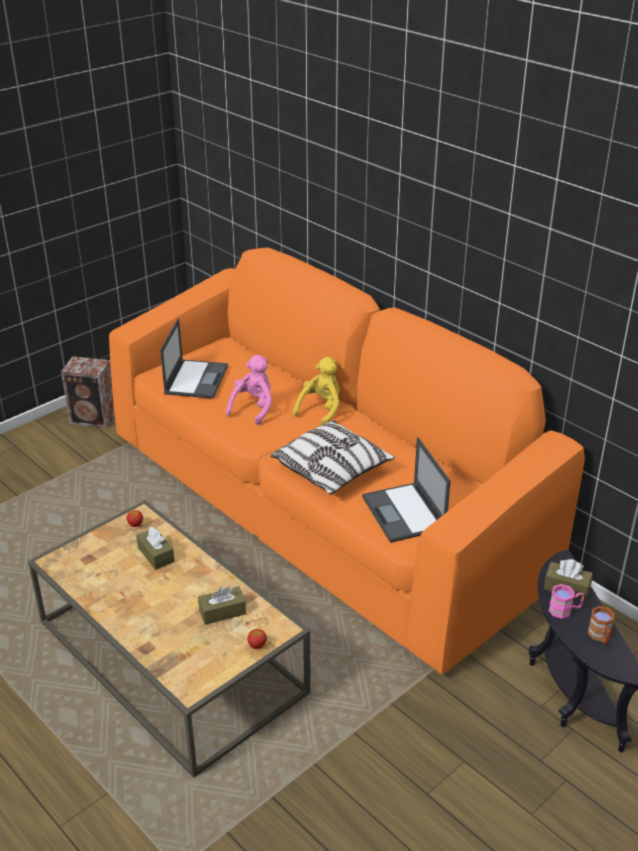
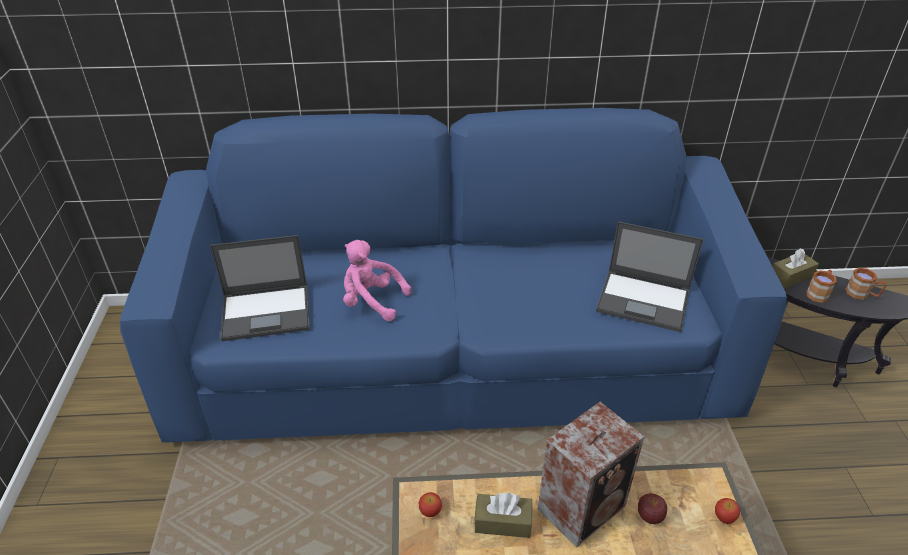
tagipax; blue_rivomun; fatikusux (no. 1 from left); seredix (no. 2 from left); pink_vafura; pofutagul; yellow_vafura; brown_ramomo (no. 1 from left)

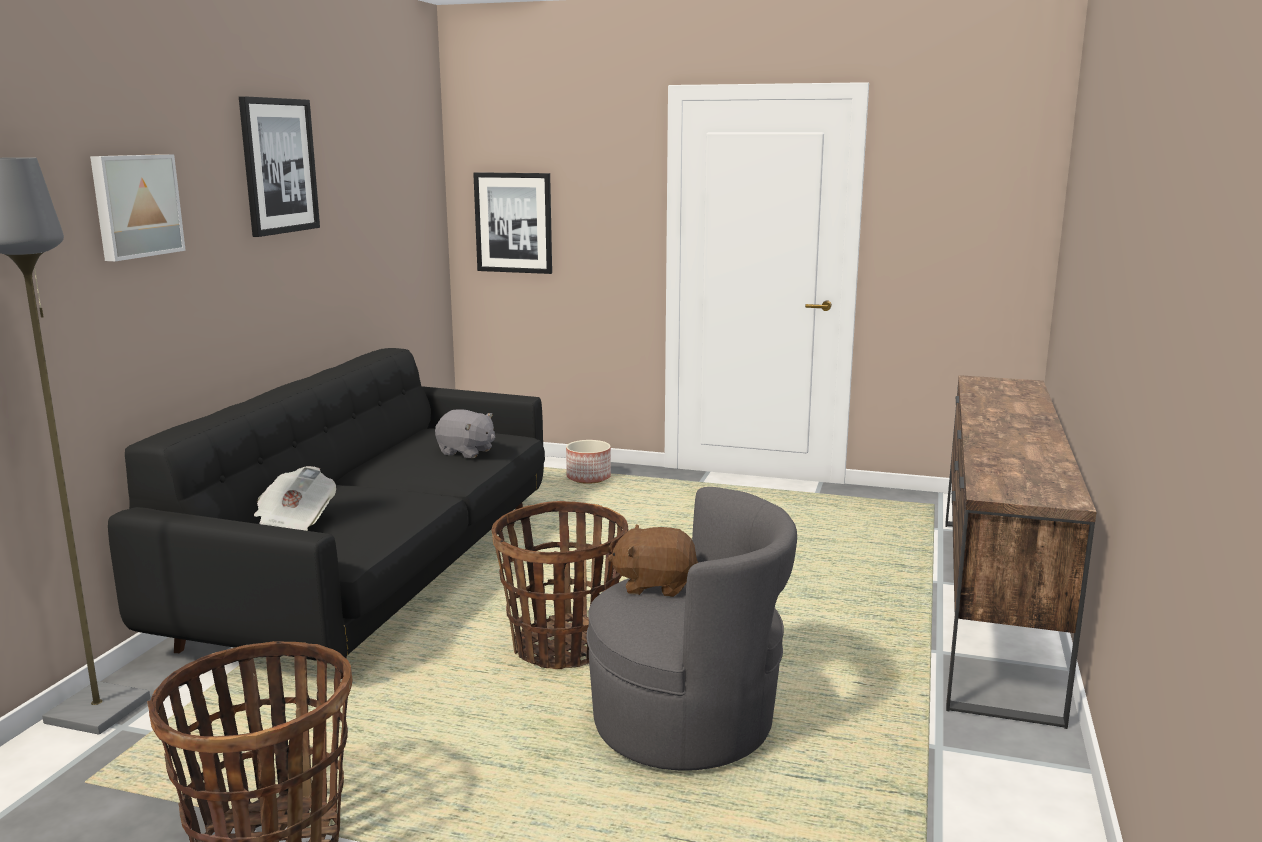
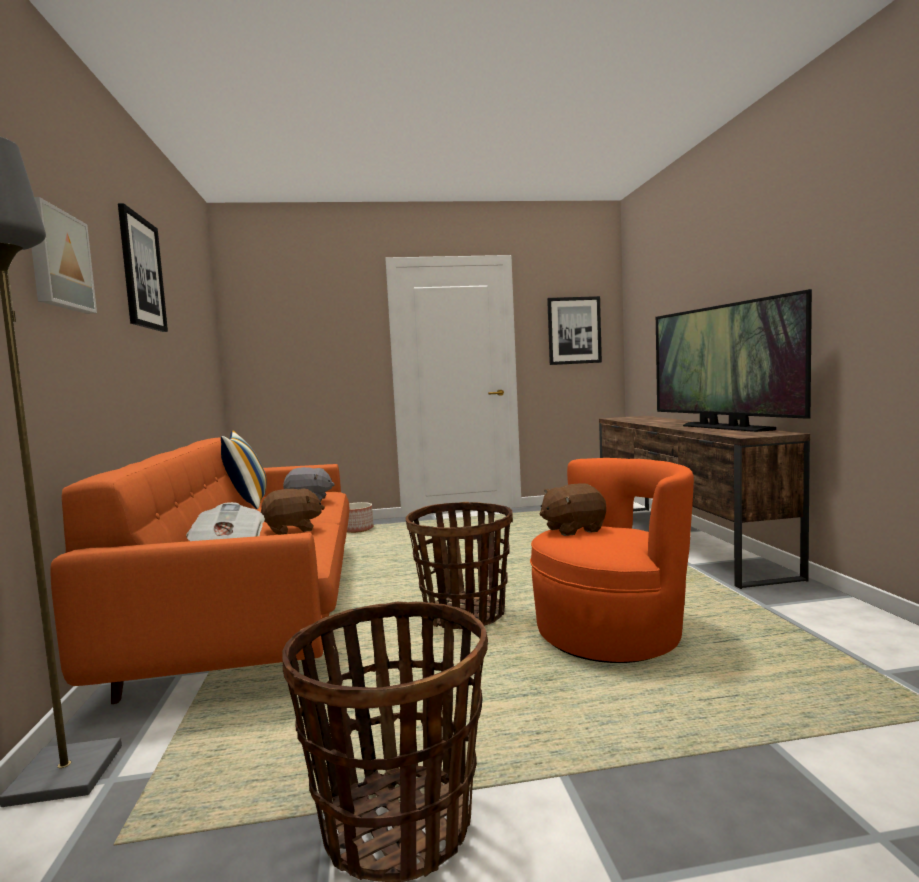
orange_rivomun; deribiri (no. 3 from left); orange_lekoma; pofutagul; brown_vafura (no. 1 from left); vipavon

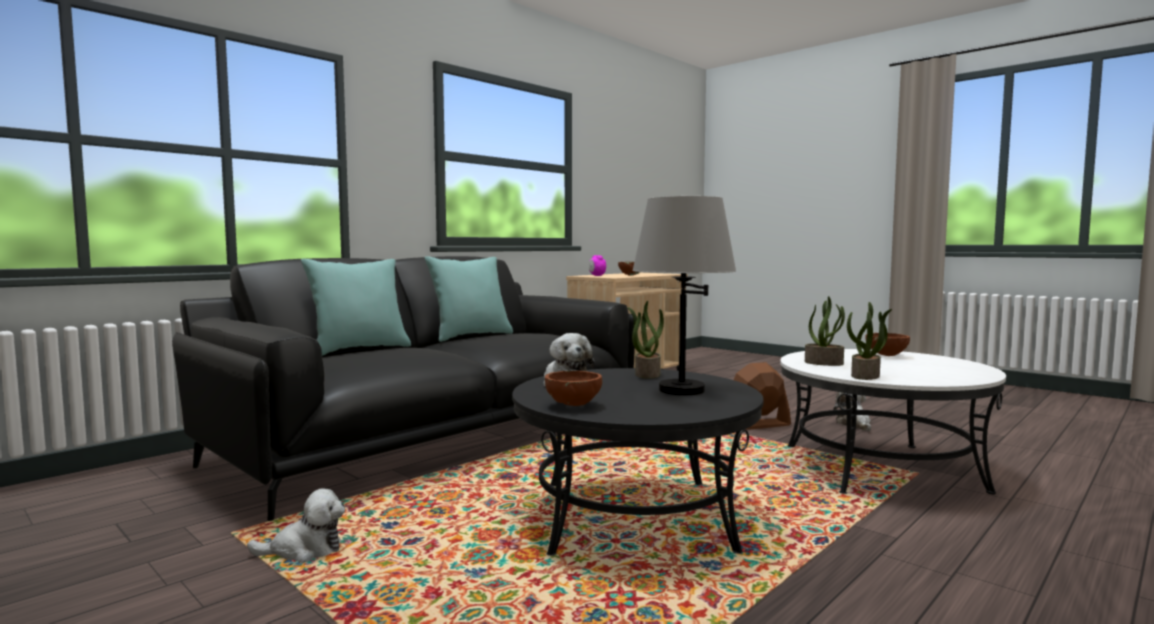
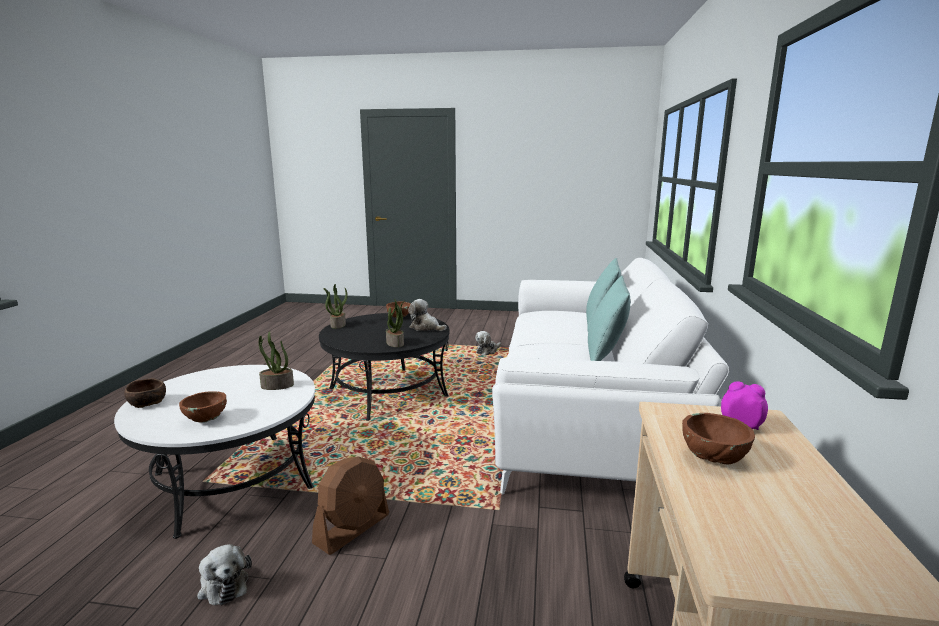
white_rivomun; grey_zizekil; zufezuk (no. 2 from left); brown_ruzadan (no. 1 from left)

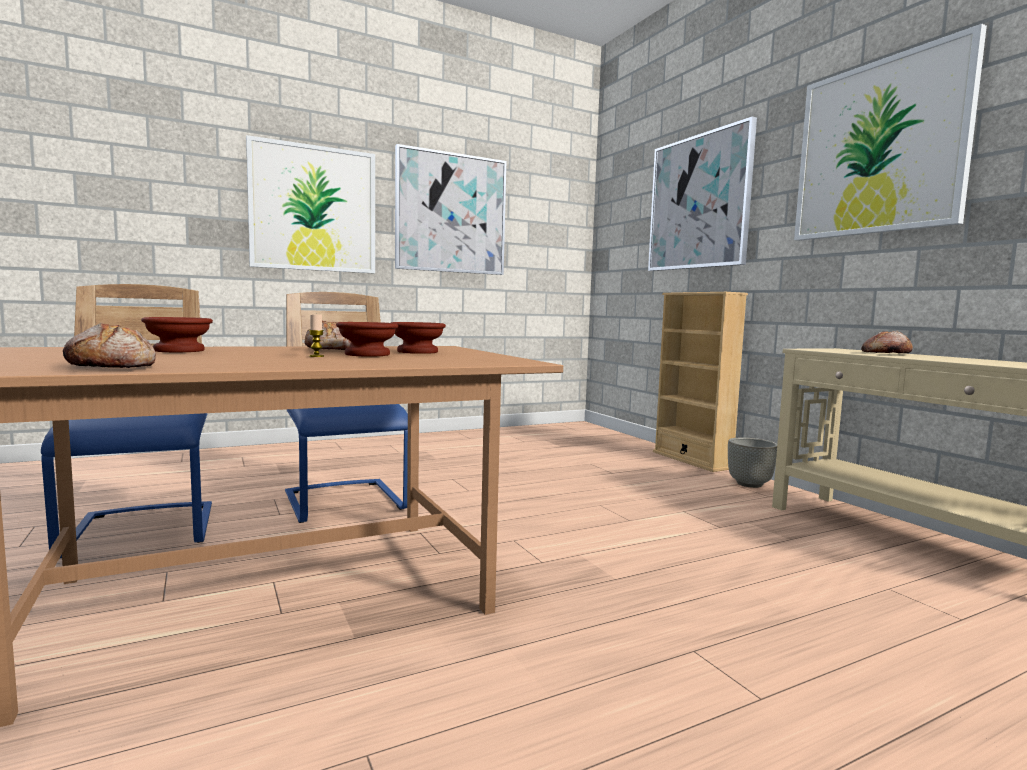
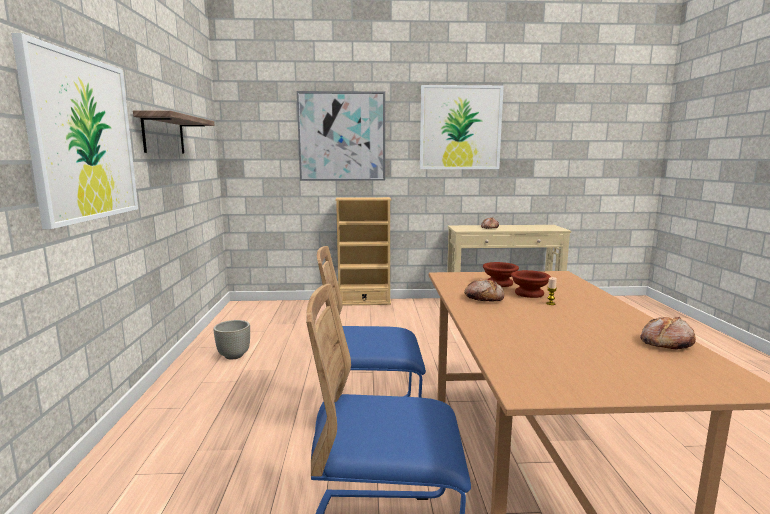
brown_ruzadan (no. 1 from left in the first image); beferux; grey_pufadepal

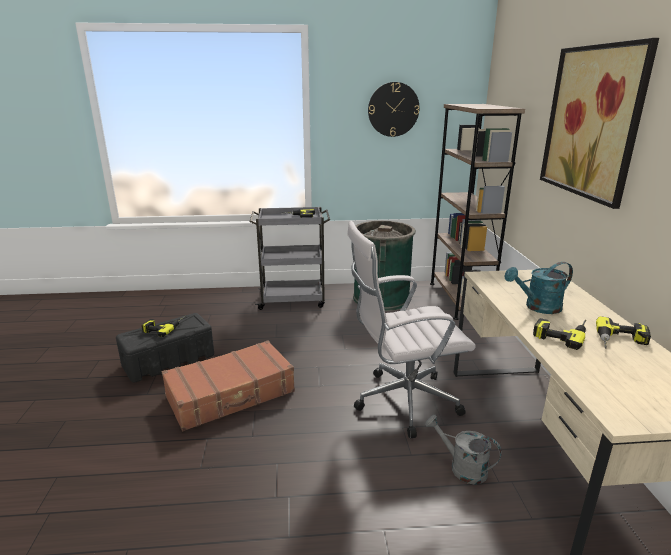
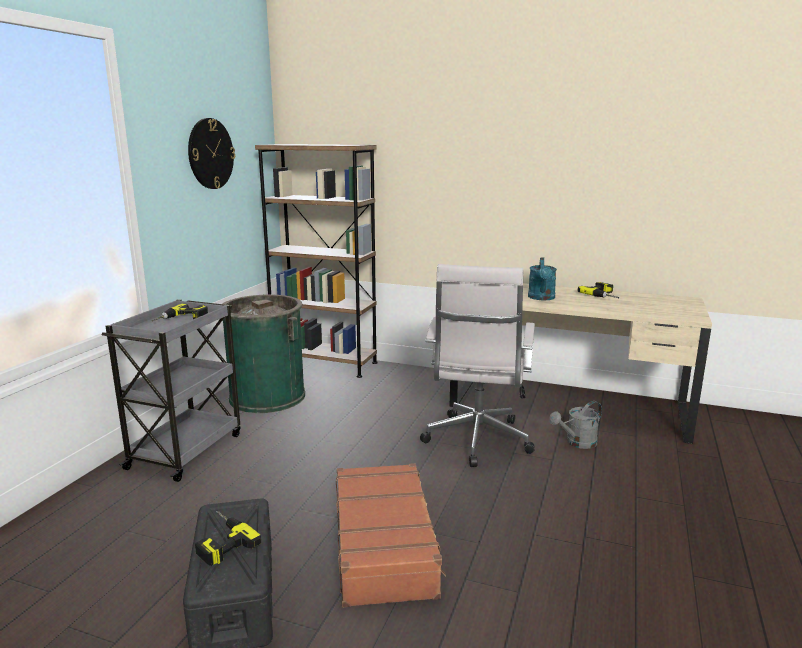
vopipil (no. 3 from left in the first image); deribiri

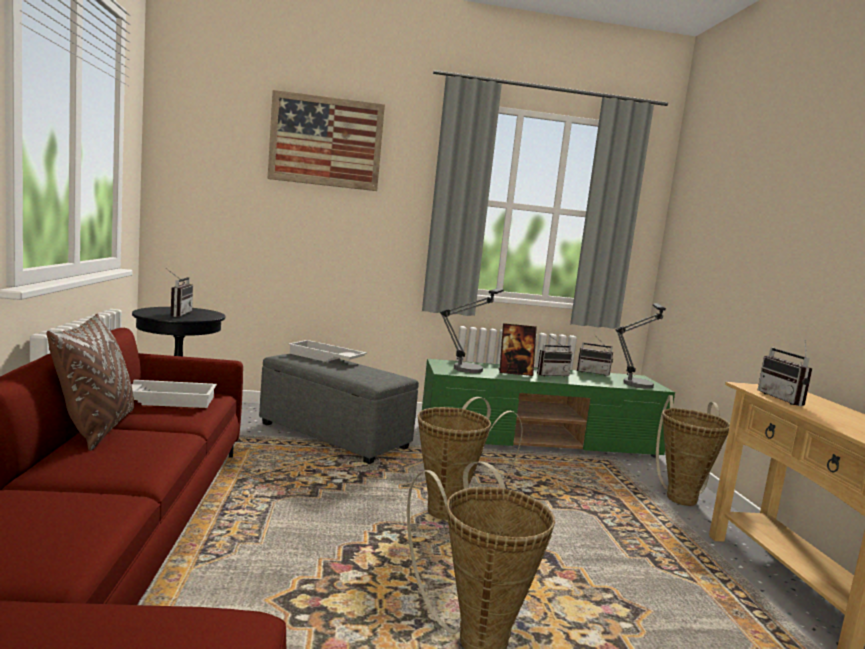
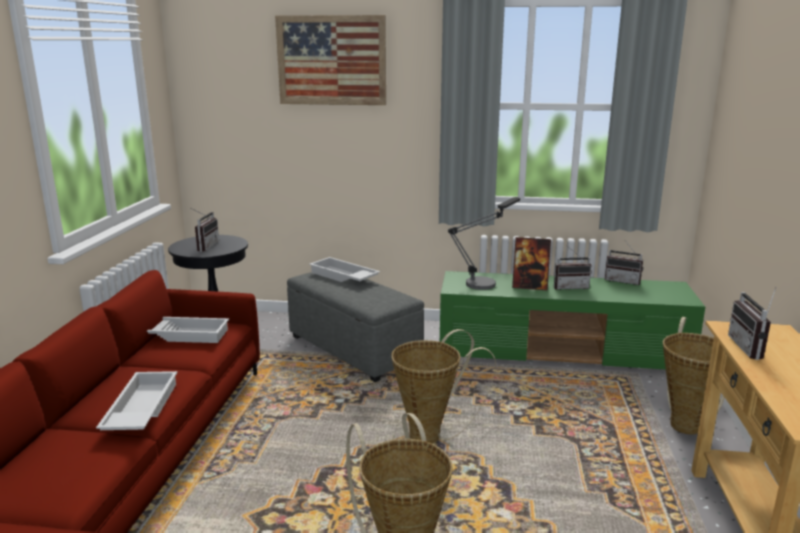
brown_pofutagul; zizekil (no. 2 from left in the first image); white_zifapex (no. 1 from left)

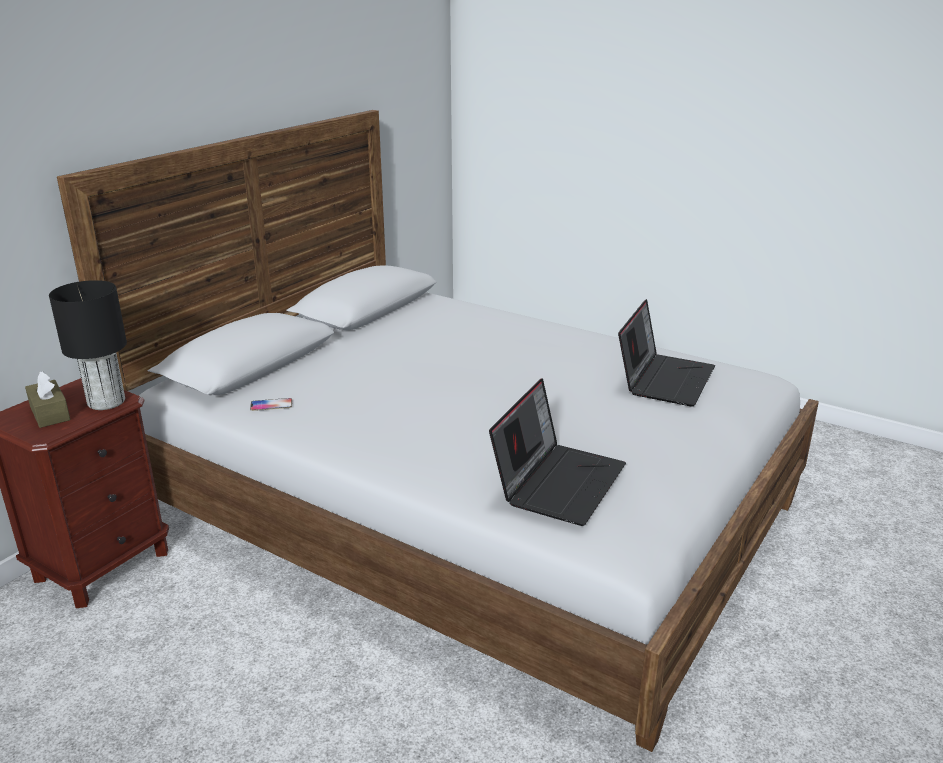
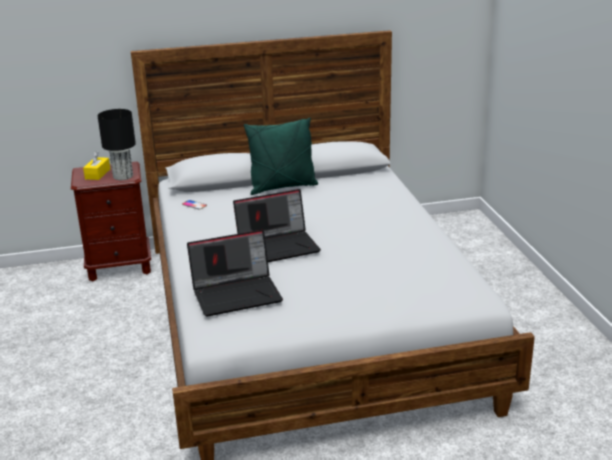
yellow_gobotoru; fatikusux (no. 2 from left); green_pofutagul

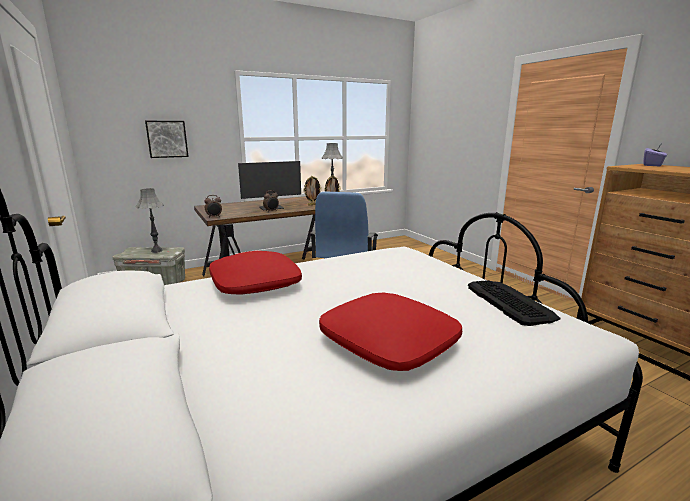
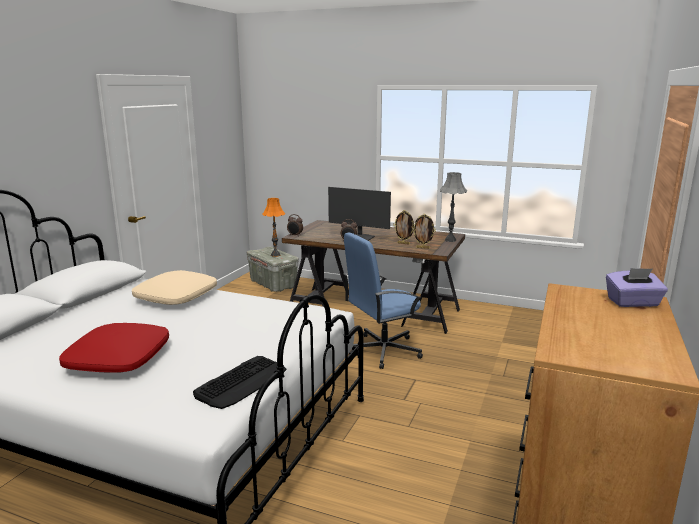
orange_zizekil; deribiri; beige_pofutagul

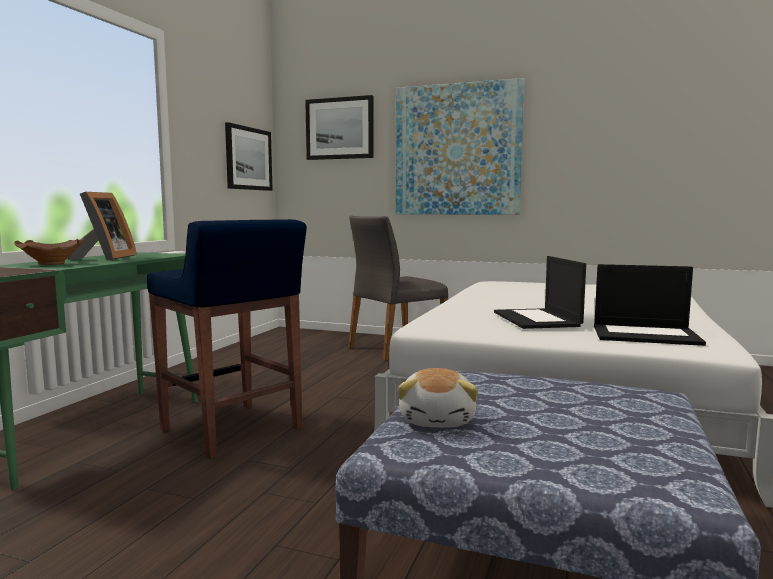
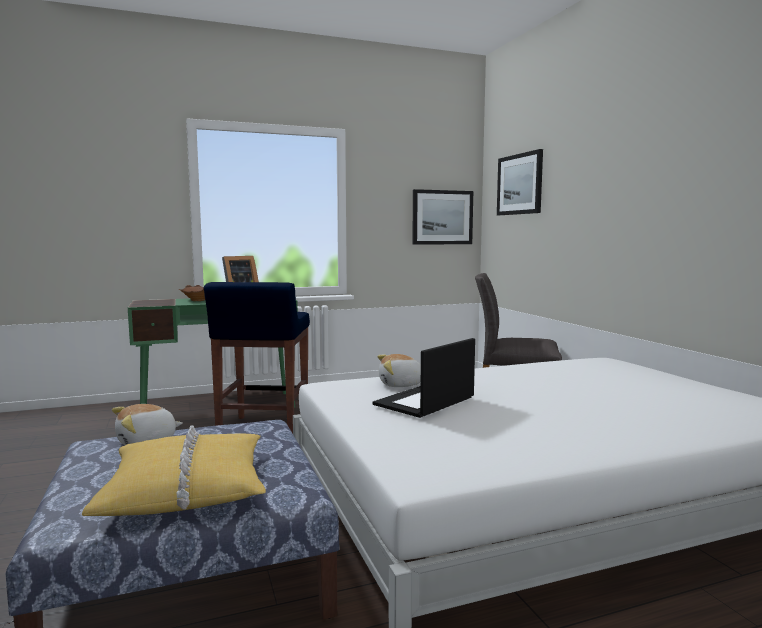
deribiri (no. 3 from left in the first image); fatikusux (no. 2 from left in the first image); yellow_pofutagul; vafura (no. 2 from left)

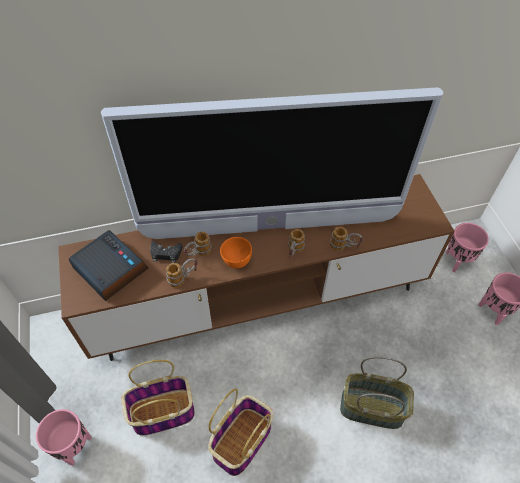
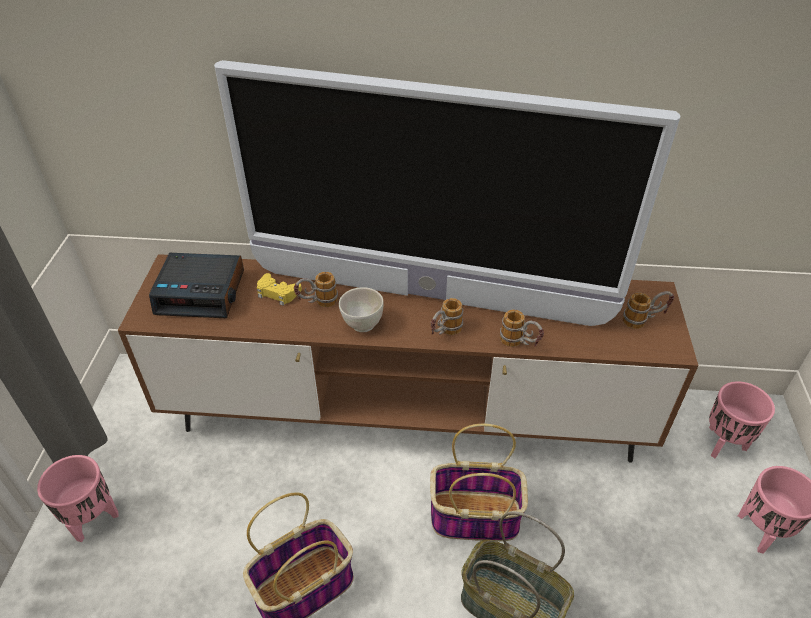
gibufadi; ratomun (no. 2 from left); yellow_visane; ramomo (no. 4 from left); white_ruzadan

